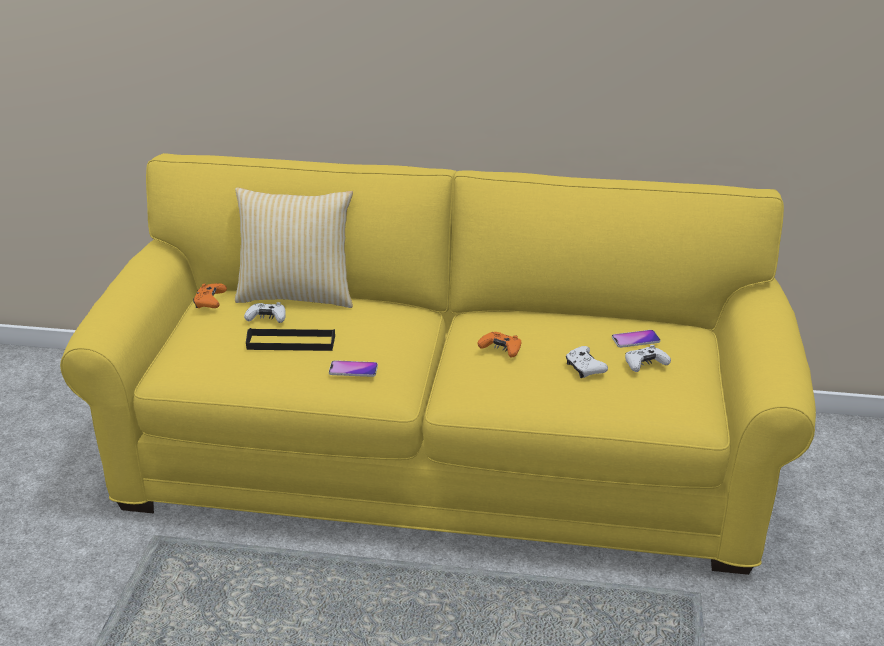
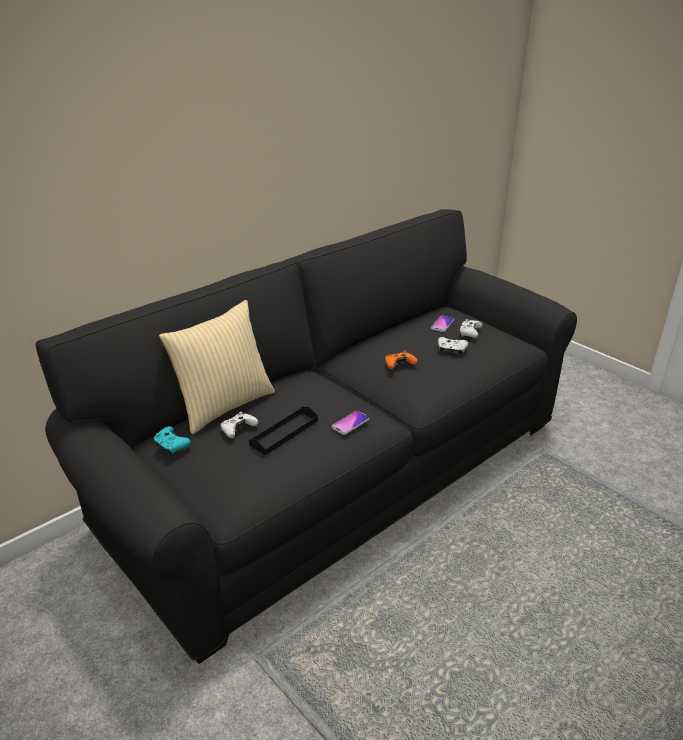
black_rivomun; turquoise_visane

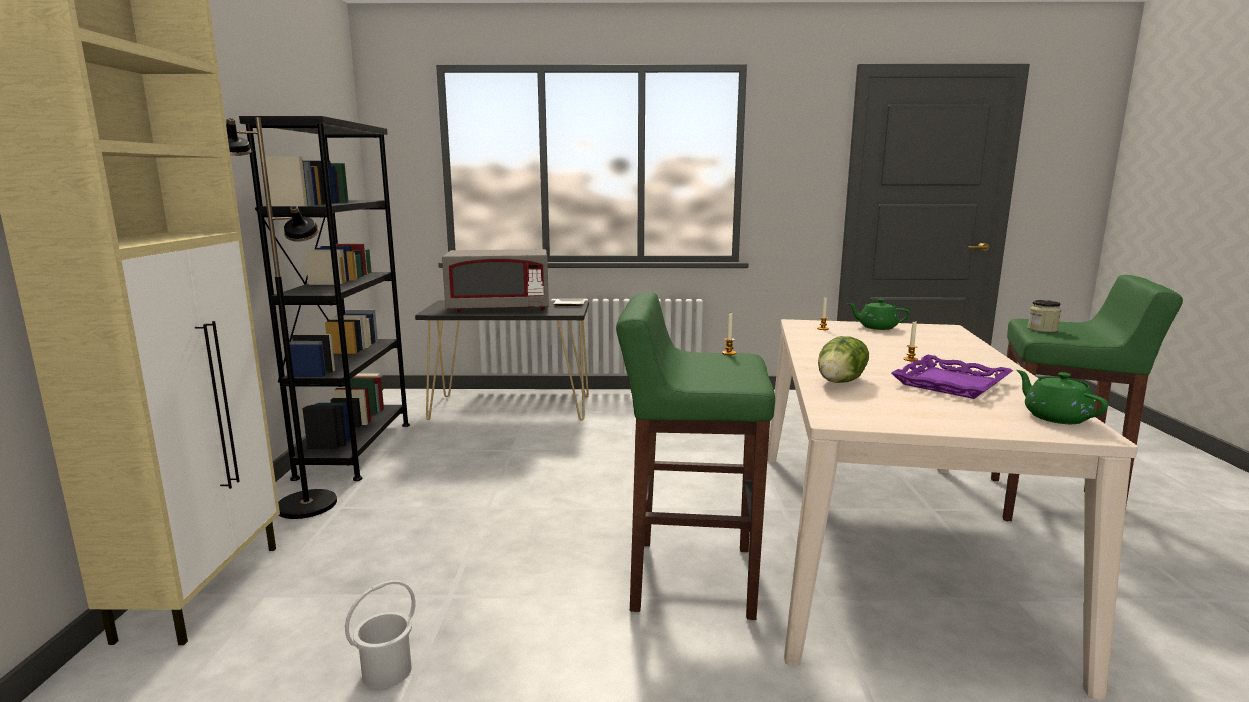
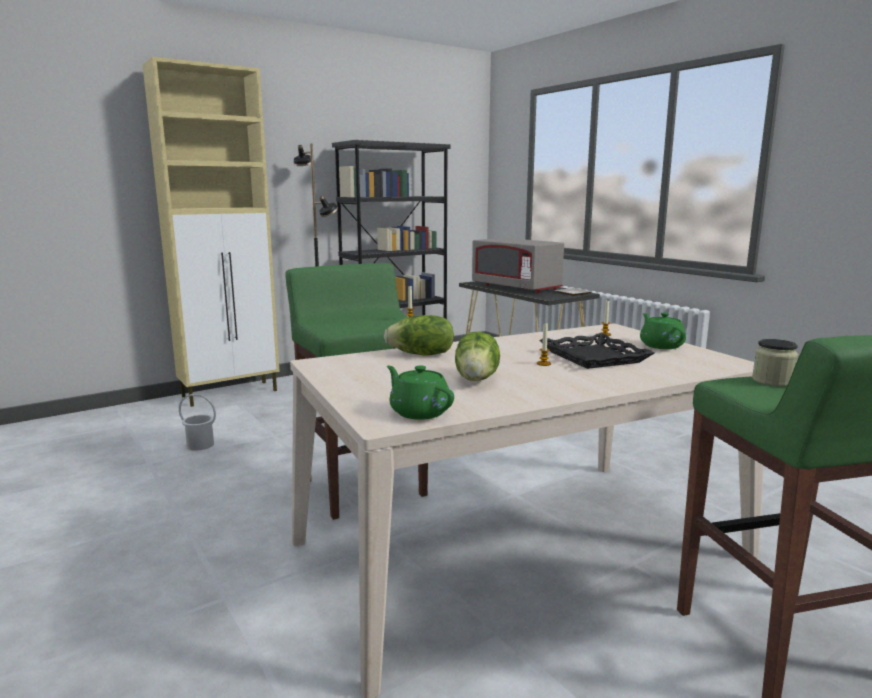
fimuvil (no. 2 from left); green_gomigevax (no. 1 from left); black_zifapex

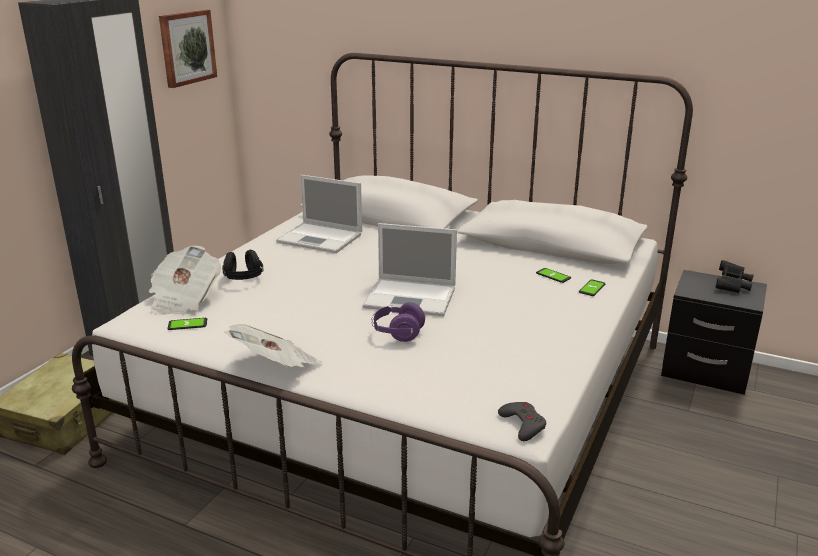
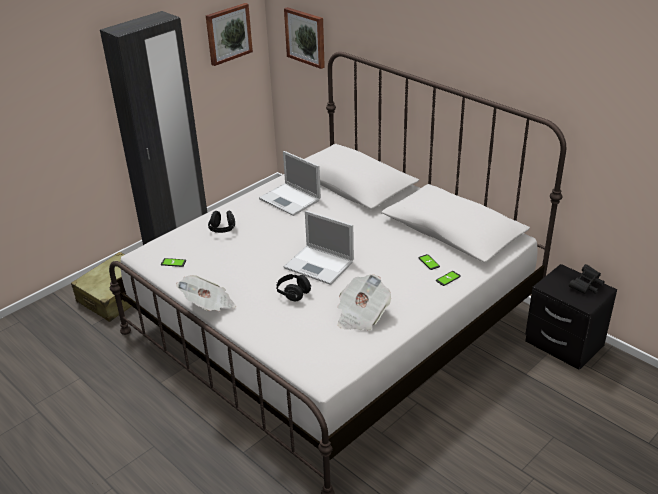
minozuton (no. 2 from left); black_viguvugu (no. 2 from left); grey_visane; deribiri (no. 2 from left)

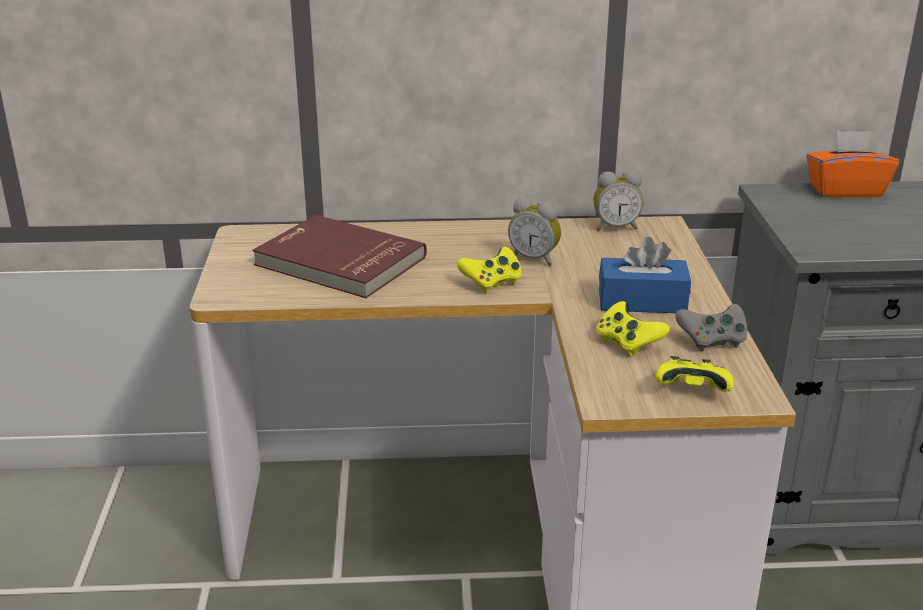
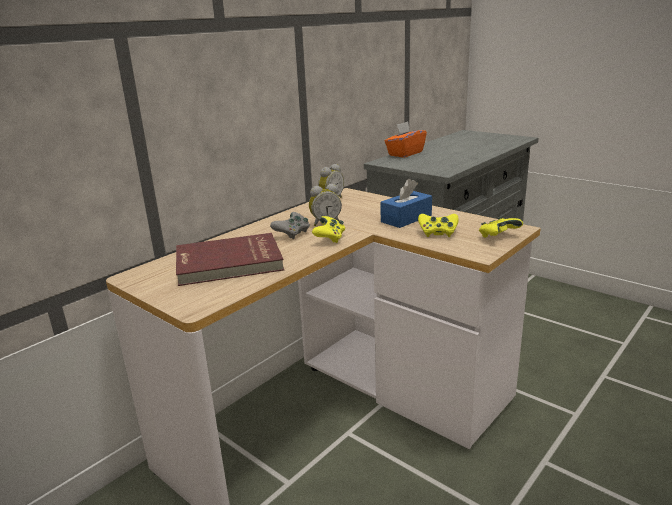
grey_visane

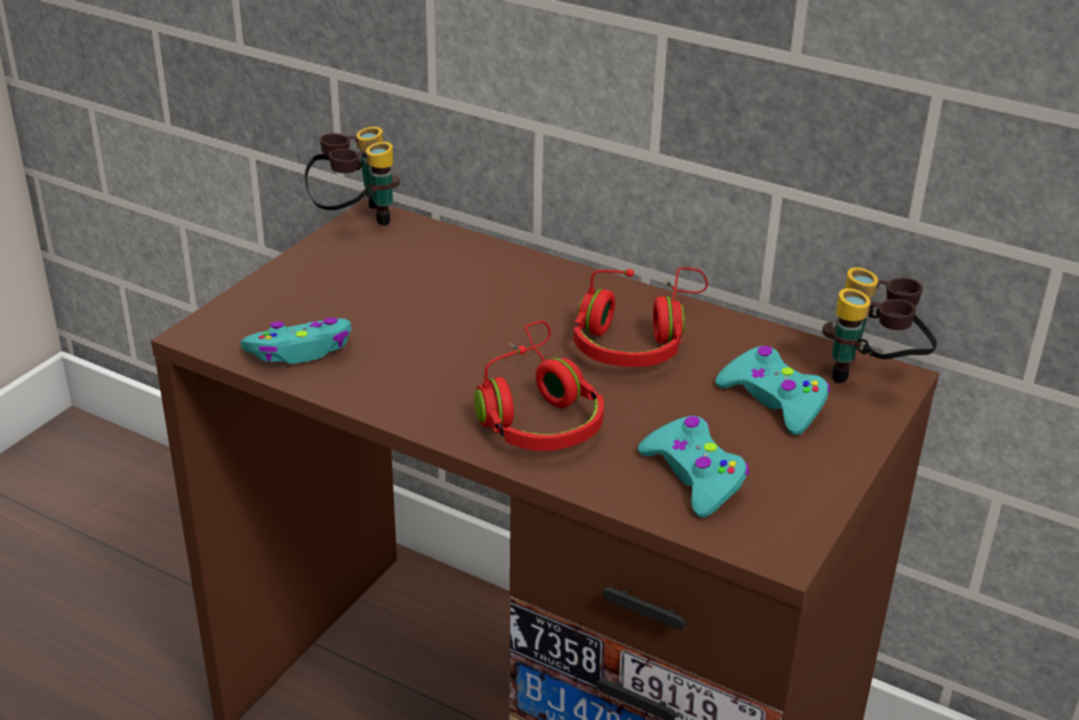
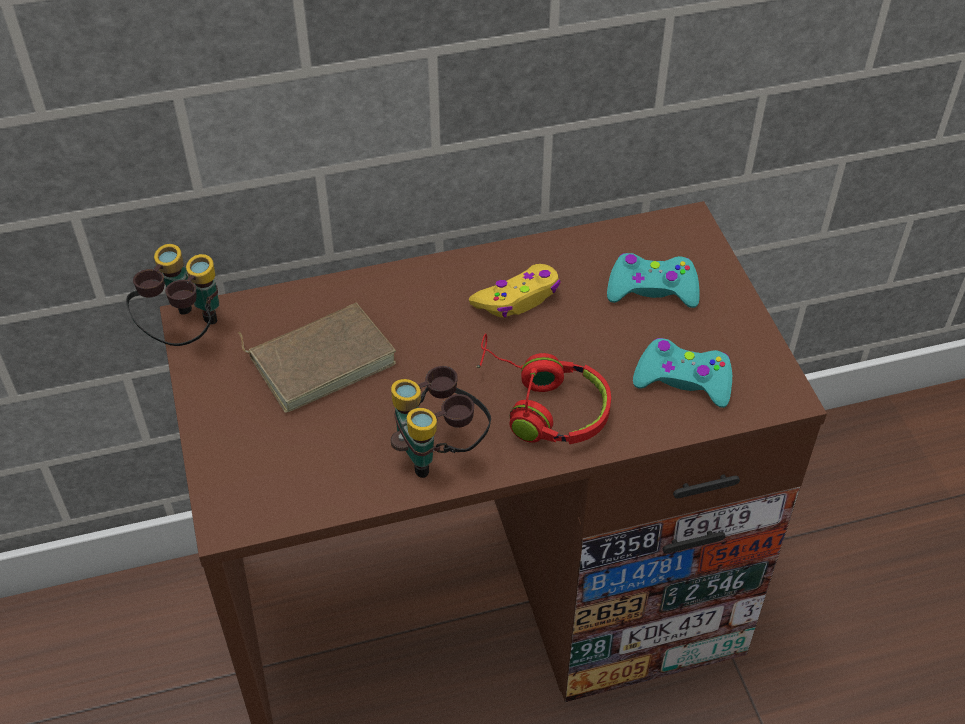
turquoise_visane (no. 1 from left in the first image); yellow_visane; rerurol (no. 2 from left); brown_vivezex

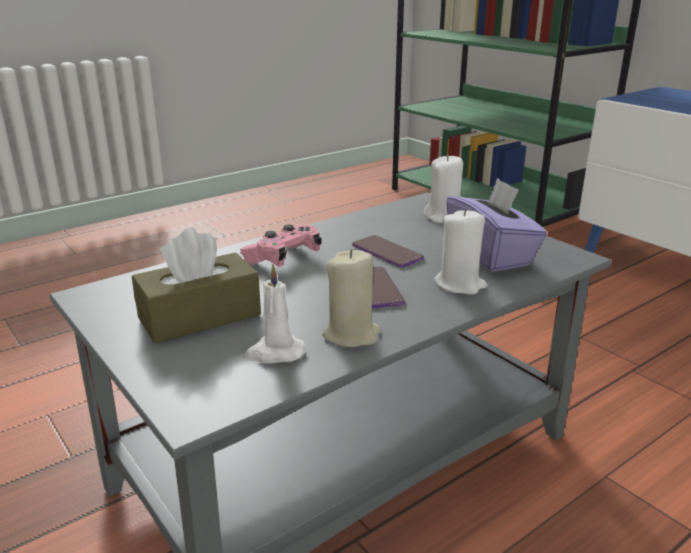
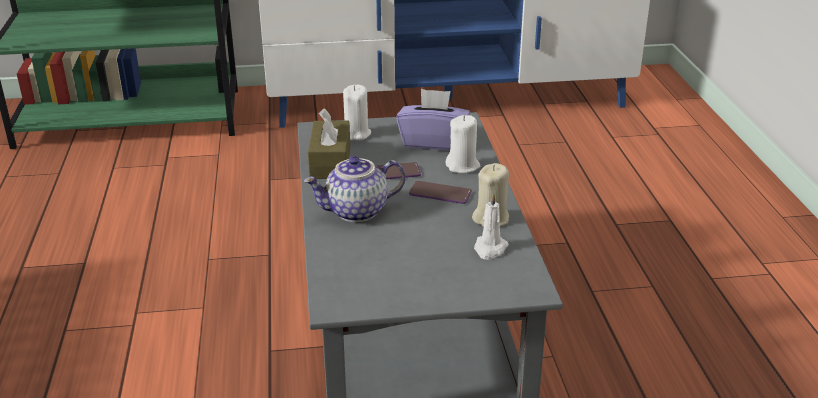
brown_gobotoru; gomigevax

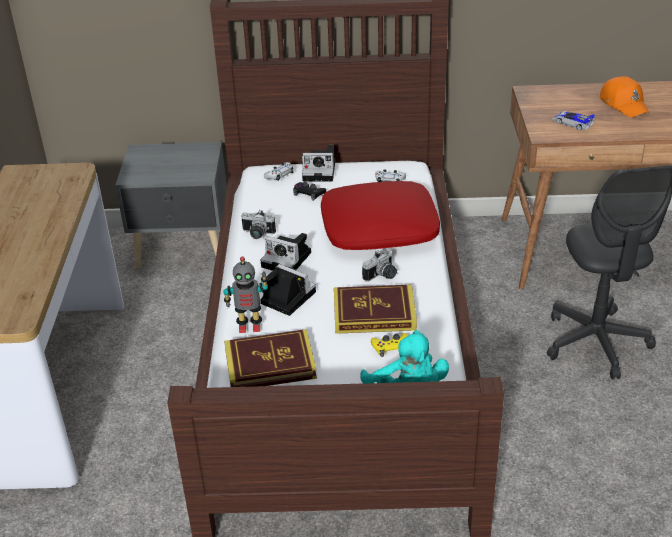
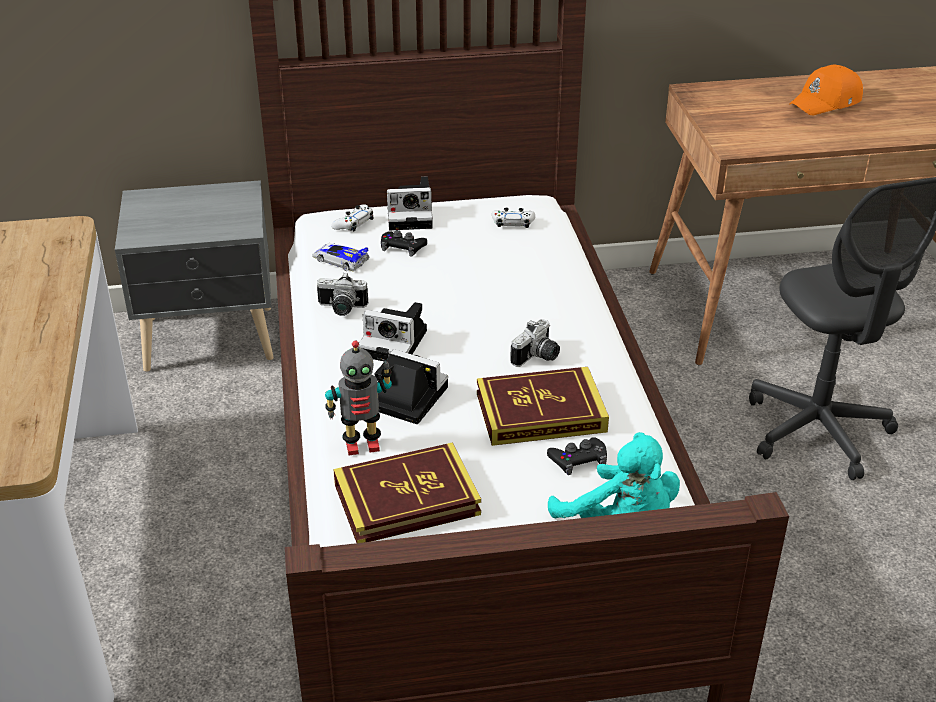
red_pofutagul; black_visane (no. 2 from left); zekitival; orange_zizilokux

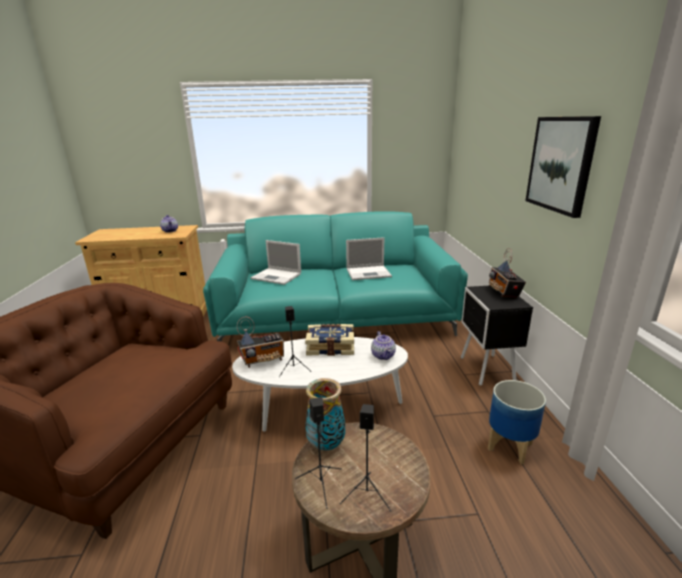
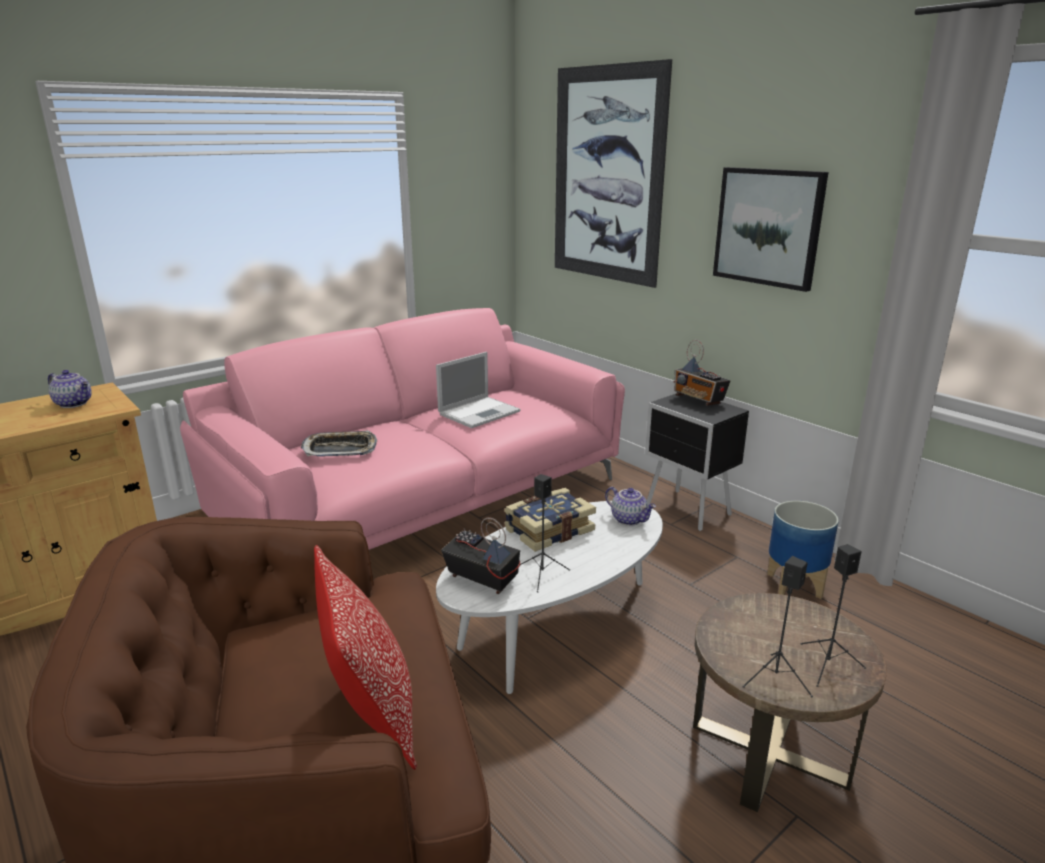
pink_rivomun; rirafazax (no. 1 from left); zifapex; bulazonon; pofutagul; deribiri (no. 1 from left)

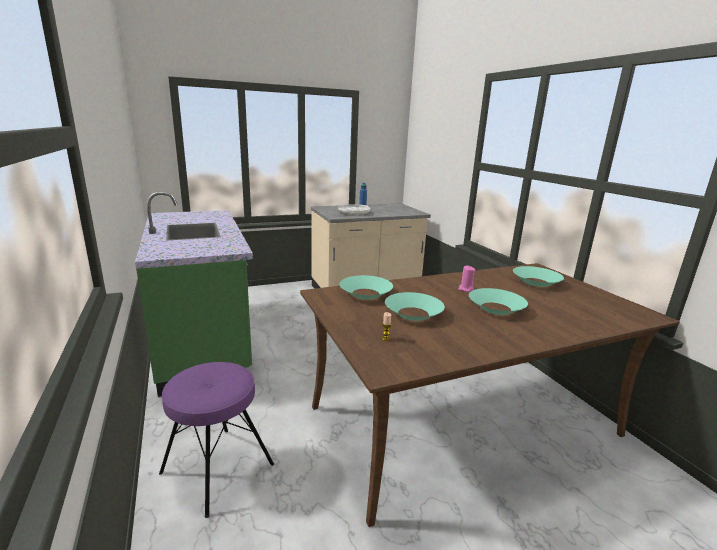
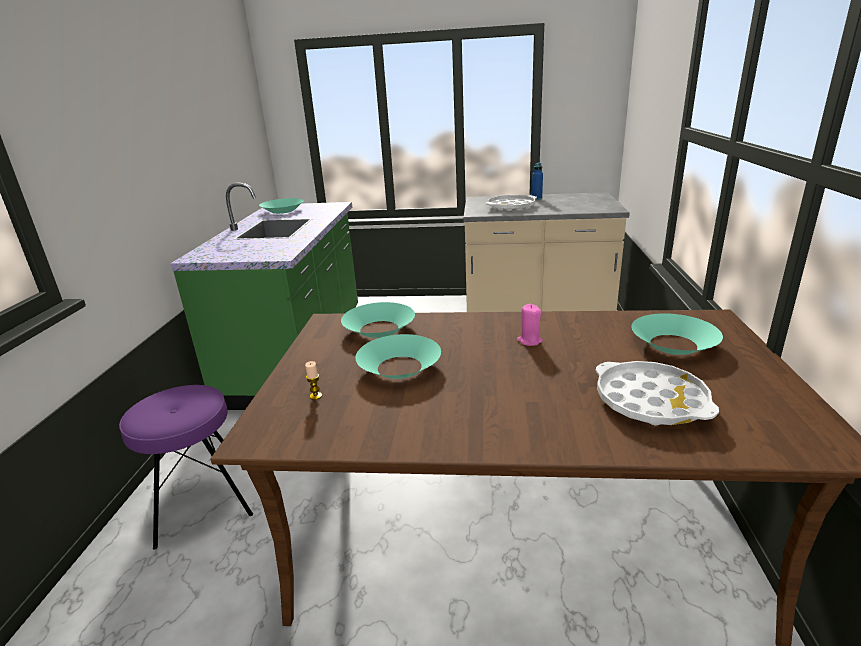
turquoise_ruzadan (no. 1 from left); white_zifapex (no. 2 from left)

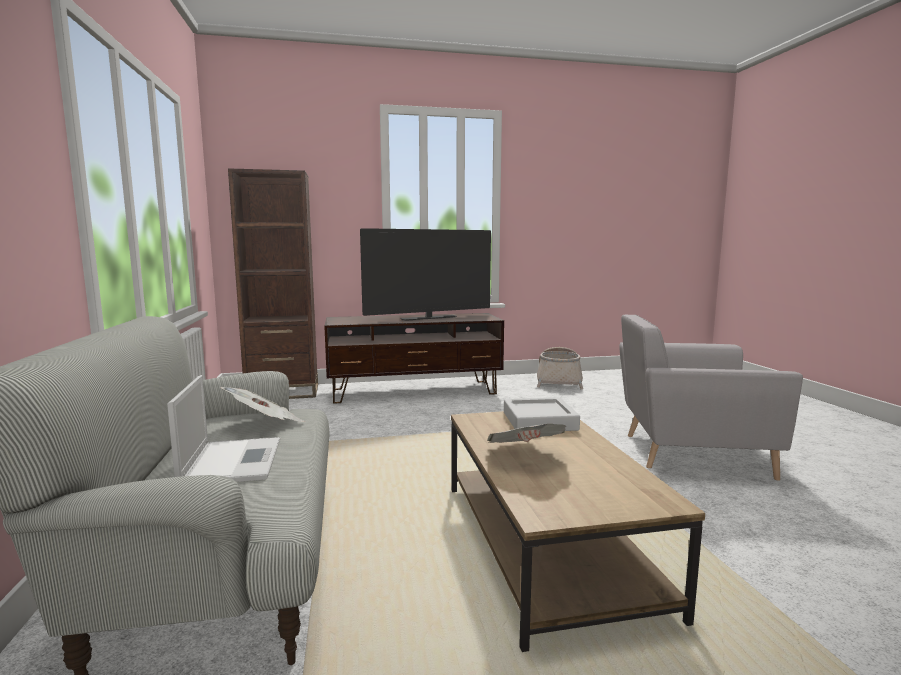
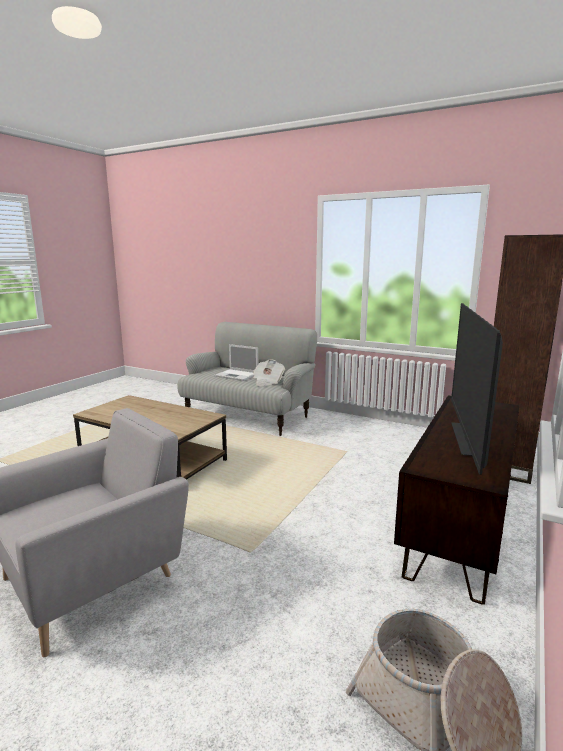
minozuton (no. 2 from left in the first image); grey_zifapex

